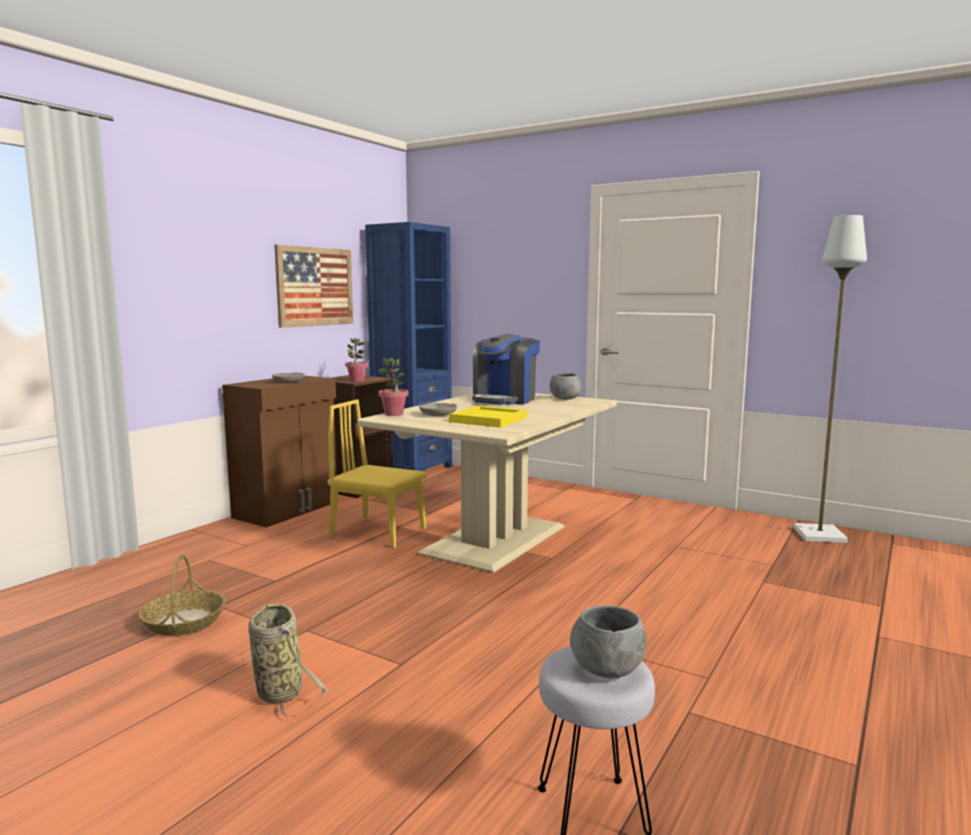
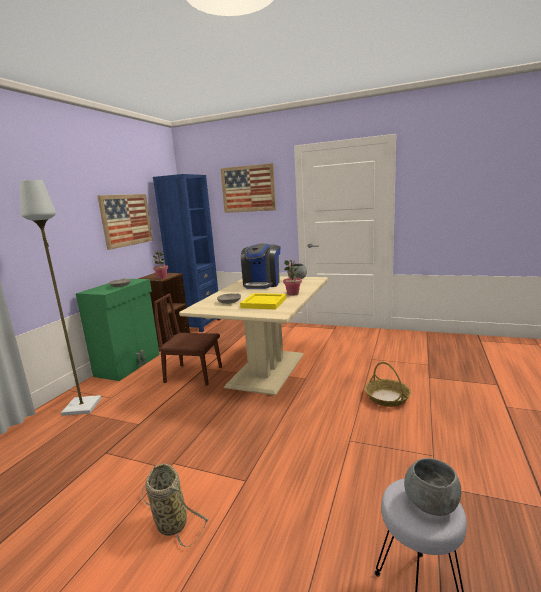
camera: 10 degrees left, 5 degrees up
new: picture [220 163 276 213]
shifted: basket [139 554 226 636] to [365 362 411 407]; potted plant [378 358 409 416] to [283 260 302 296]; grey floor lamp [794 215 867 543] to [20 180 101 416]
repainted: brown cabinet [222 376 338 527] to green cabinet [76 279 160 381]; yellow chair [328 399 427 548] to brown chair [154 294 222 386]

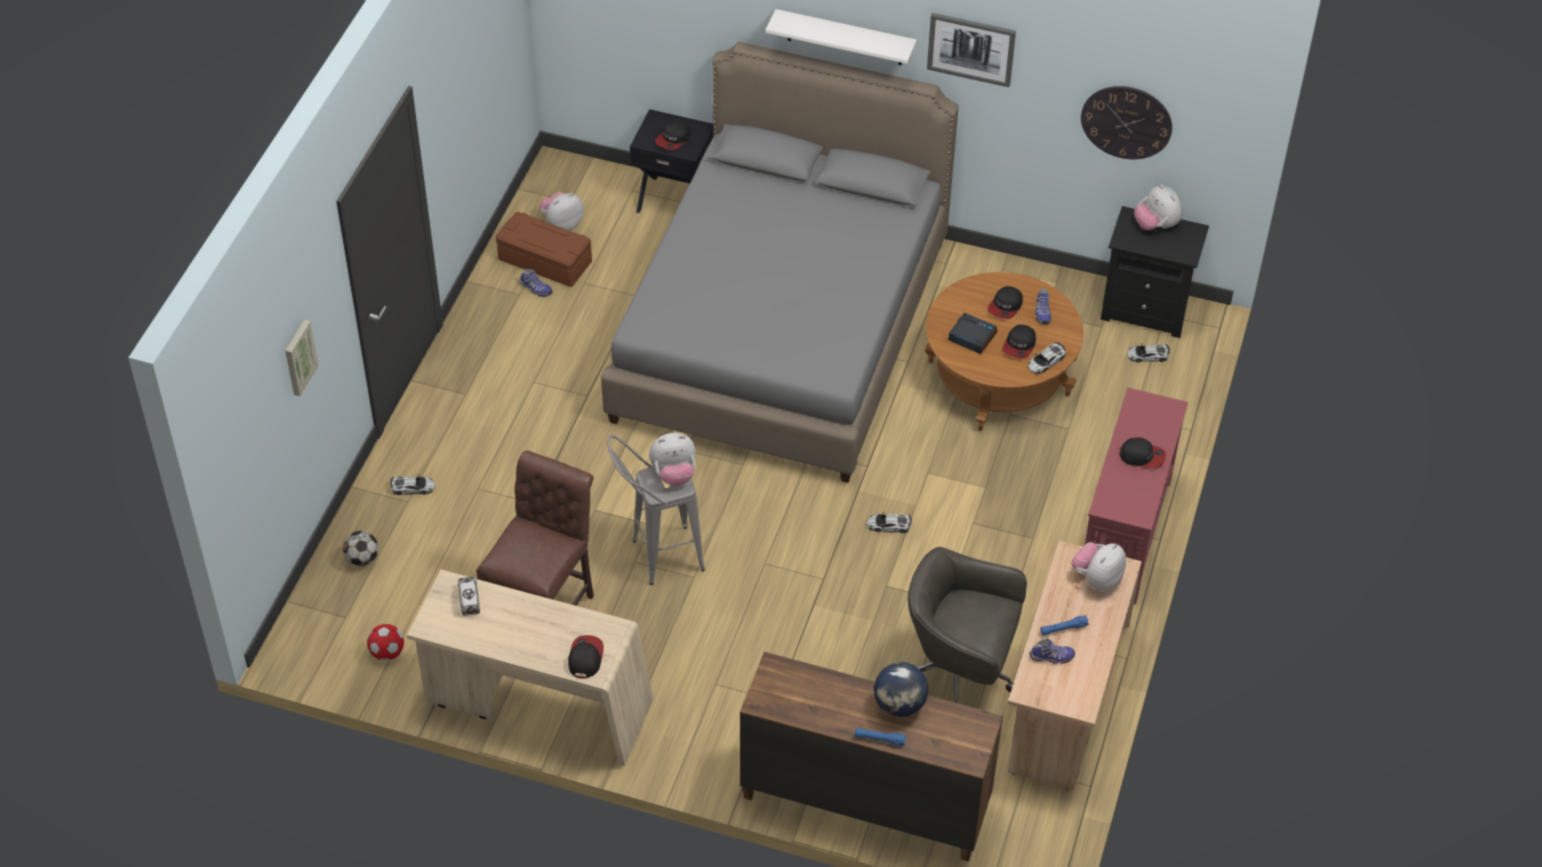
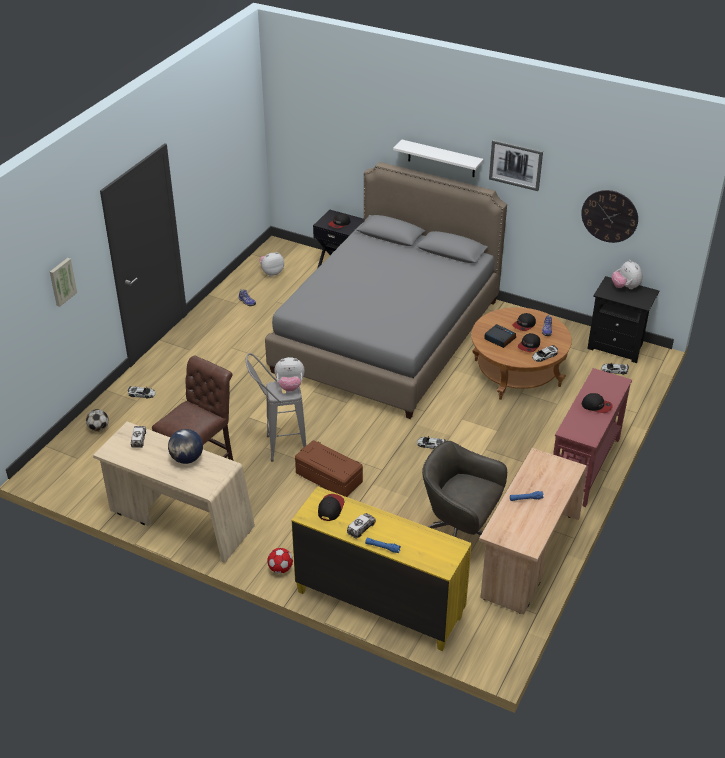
camera: 10 degrees right, 10 degrees down
gone: shoe [1030 638 1075 664]; plush toy [1072 542 1126 591]
new: toy truck [347 513 376 539]
shifted: football [367 624 404 661] to [267 548 293 574]; brown storage box [496 212 592 287] to [295 440 363 497]; cap [568 635 604 678] to [318 494 344 521]; globe [874 662 928 717] to [168 429 203 464]
repainted: brown dresser [740 652 1003 861] to yellow dresser [291 486 472 651]

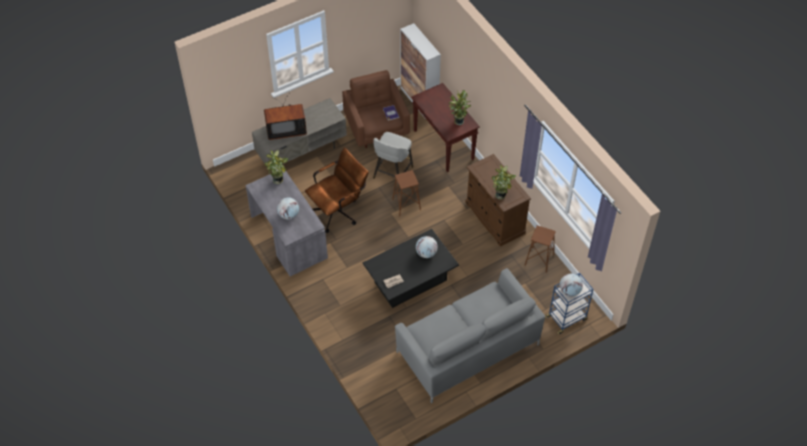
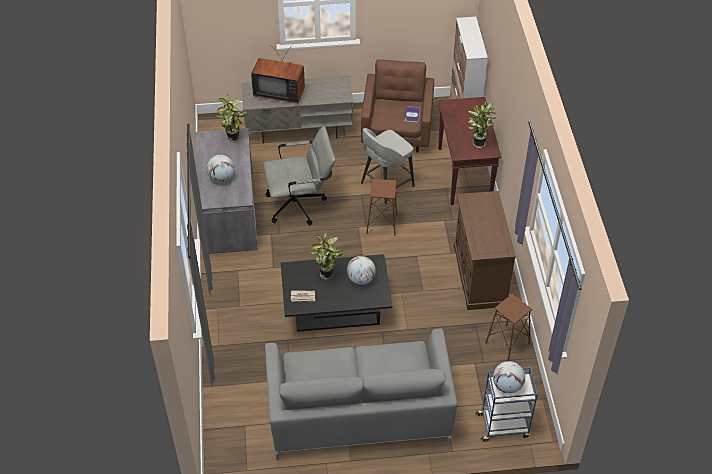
camera: 25 degrees right, 5 degrees down
shifted: potted plant [491 165 516 199] to [310 232 343 280]
repainted: brown office chair [305 148 369 233] to grey office chair [263 126 336 225]

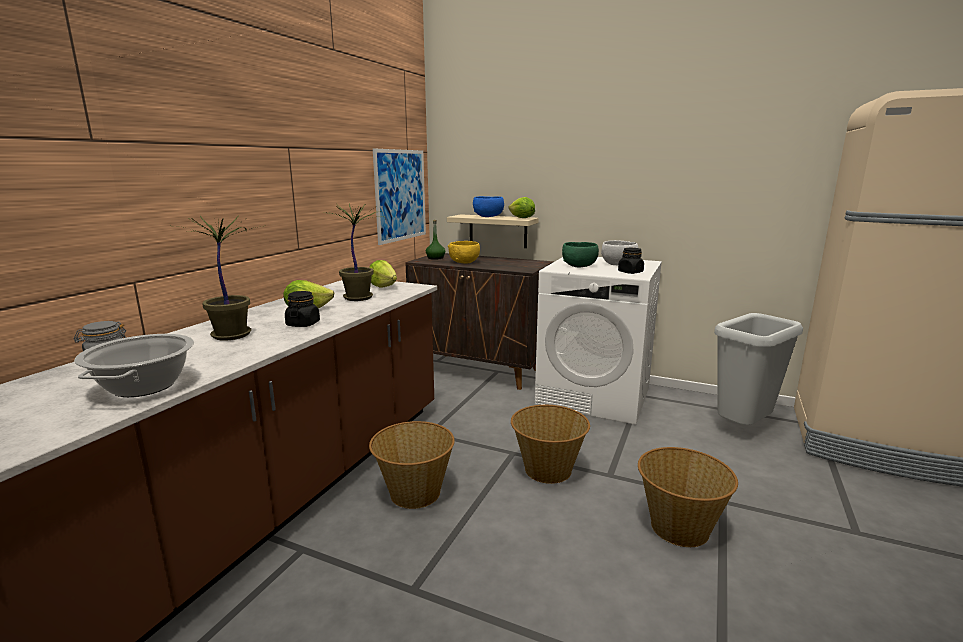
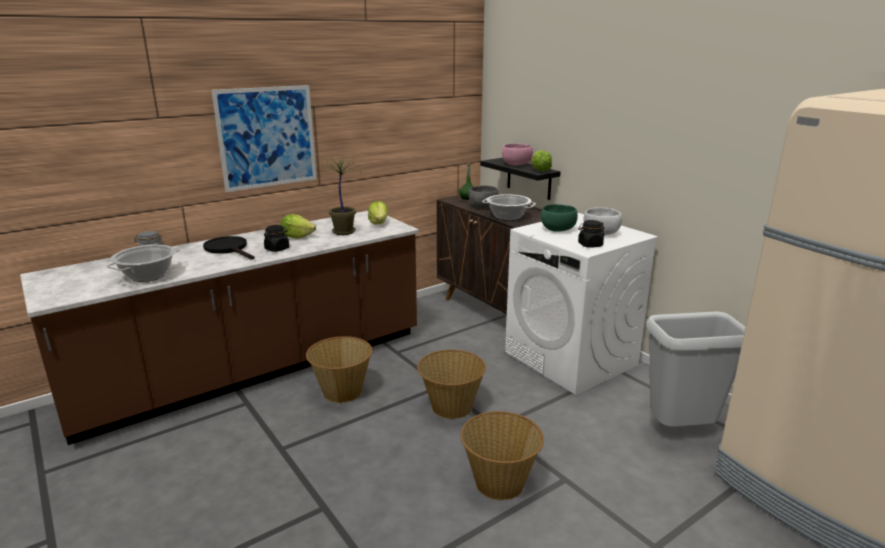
camera: 30 degrees right, 5 degrees up
new: cooking pot [482 194 536 221]
shifted: picture [373 149 426 245] to [212 85 317 192]
swapped: potted plant [174 216 256 341] to black frying pan [203 236 255 260]
repainted: beige shelf [447 214 539 248] to black shelf [480 158 561 200]; yellow bowl [448 241 480 264] to grey bowl [469 186 498 209]; blue bowl [473 196 504 217] to pink bowl [502 143 533 165]

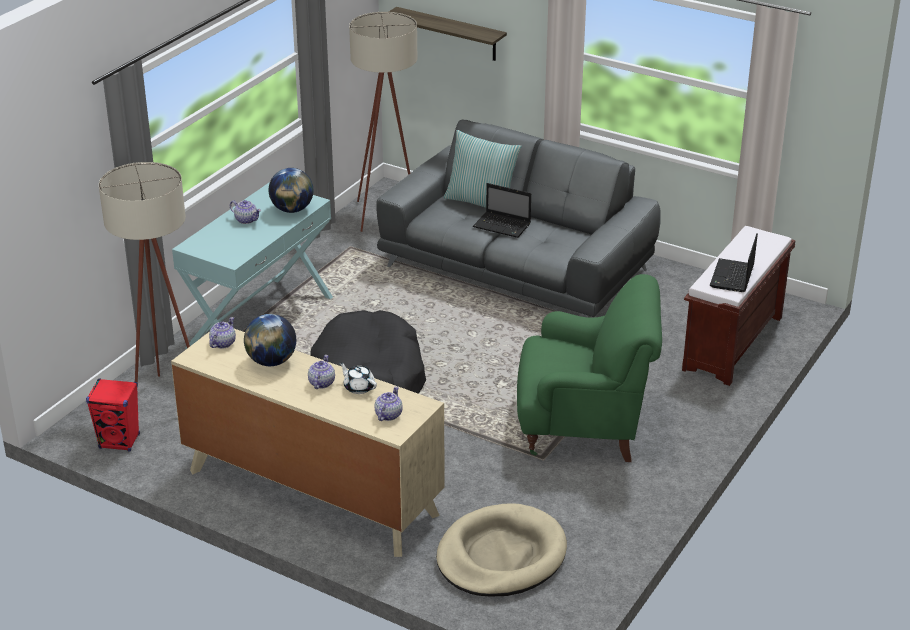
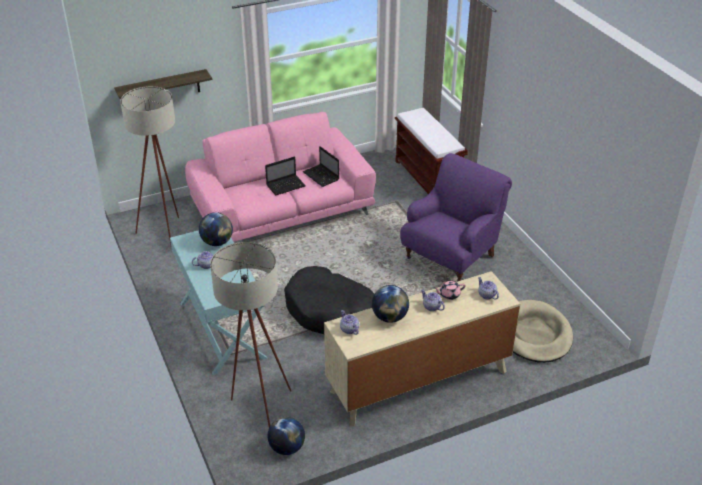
camera: 55 degrees left, 5 degrees up
gone: pillow [444 130 521 208]
shifted: laptop [710 233 758 292] to [303 146 339 187]
swapped: red speaker [86 378 140 452] to globe [268 417 305 455]
repainted: white teapot [339 362 377 394] to pink teapot [434 280 466 300]; grey sofa [376 120 661 318] to pink sofa [185 112 376 242]; green armchair [517 274 662 462] to purple armchair [400 153 512 281]

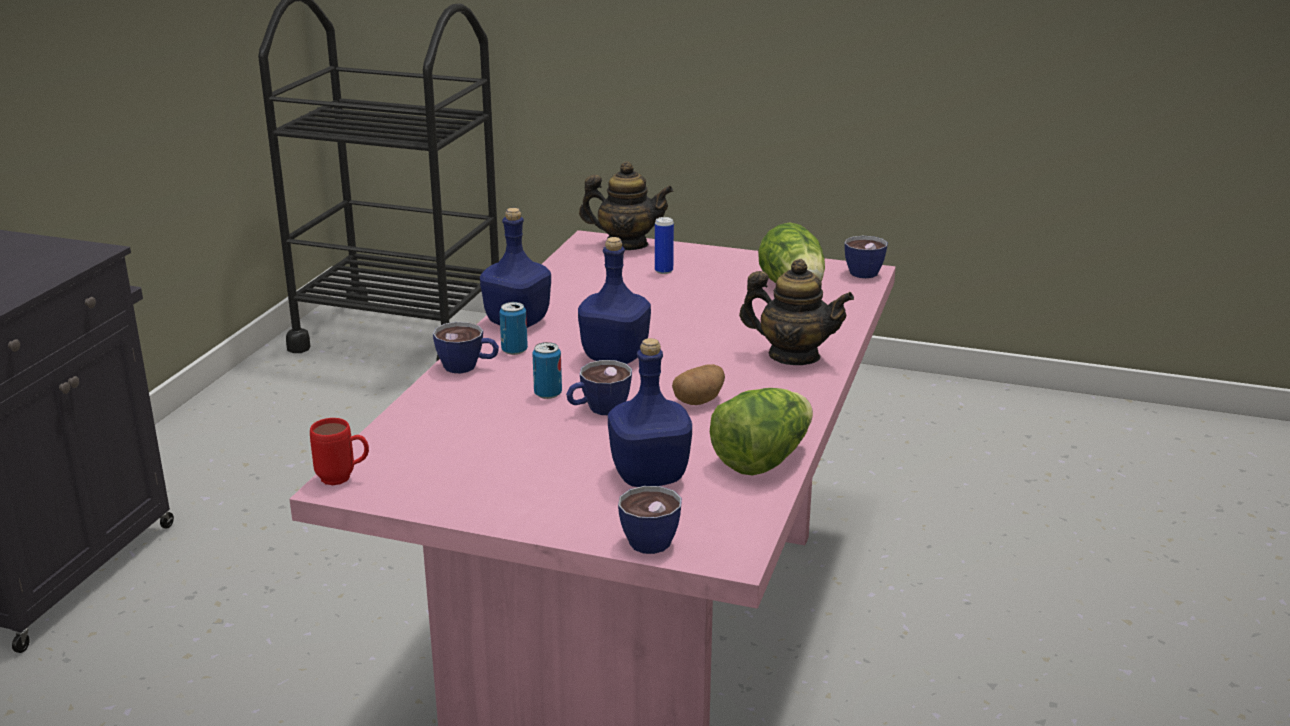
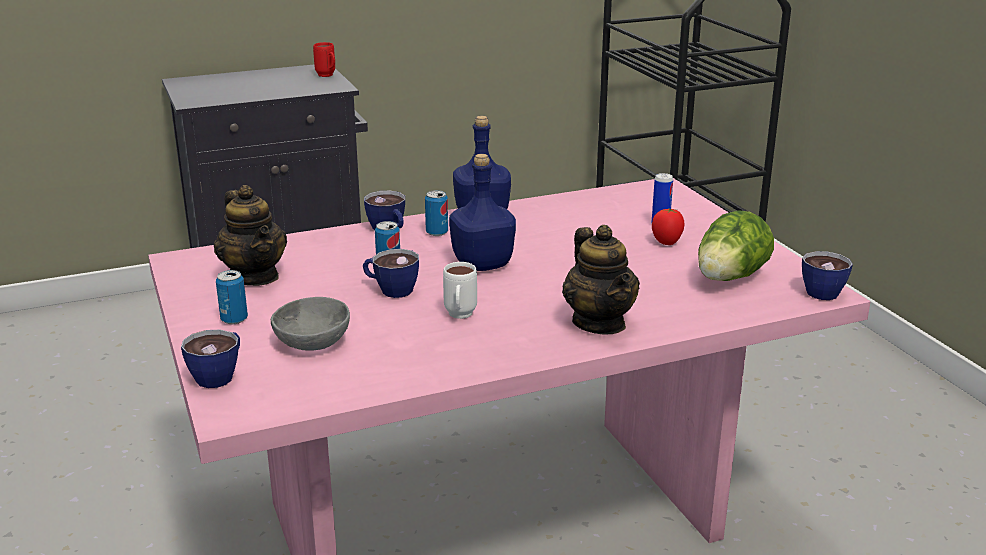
camera: 50 degrees right, 0 degrees up
gone: lettuce [710 388 813 476]
new: can [216 270 248 324]; tomato [652 208 685 245]
shifted: red mug [310 418 369 485] to [313 42 335 77]; teapot [579 162 673 250] to [214 185 287 286]
swapped: blue bottle [608 338 692 487] to grey bowl [271 297 350 351]; potato [672 364 725 405] to white mug [443 262 477 319]

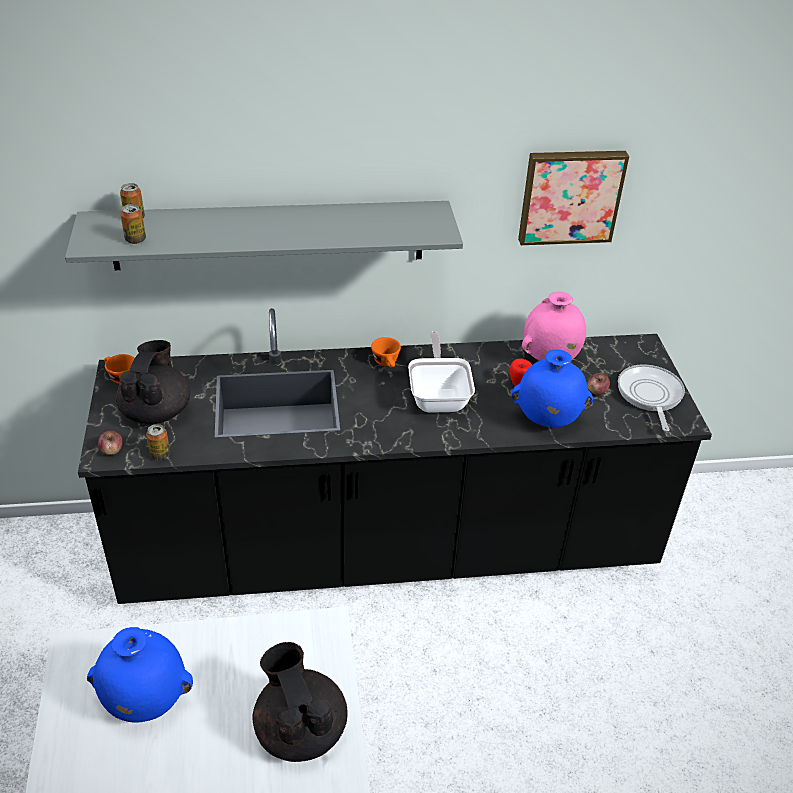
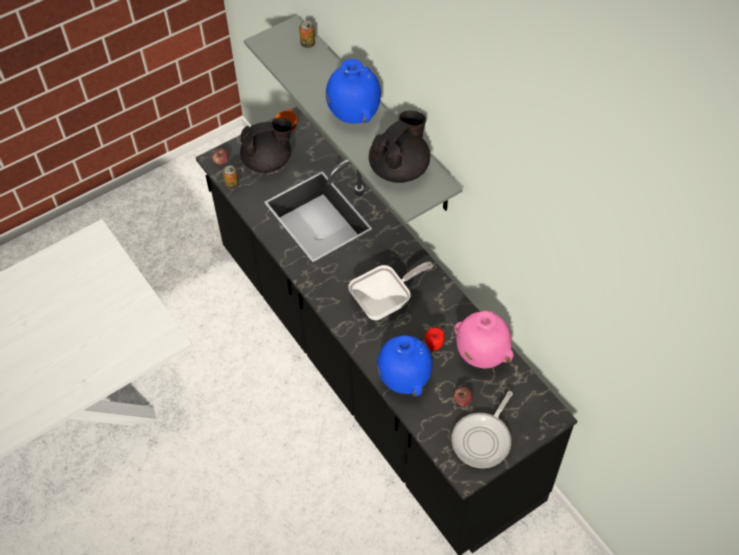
camera: 65 degrees right, 15 degrees up
gone: can [120 204 146 244]; orange cup [371 337 401 367]; picture [518 151 629 245]
shifted: blue vase [87 627 193 723] to [326 59 381 123]; black teapot [252 642 348 762] to [369 111 430 183]
rotated: frying pan [618 364 685 432] = [451 391 513 468] 150 degrees clockwise

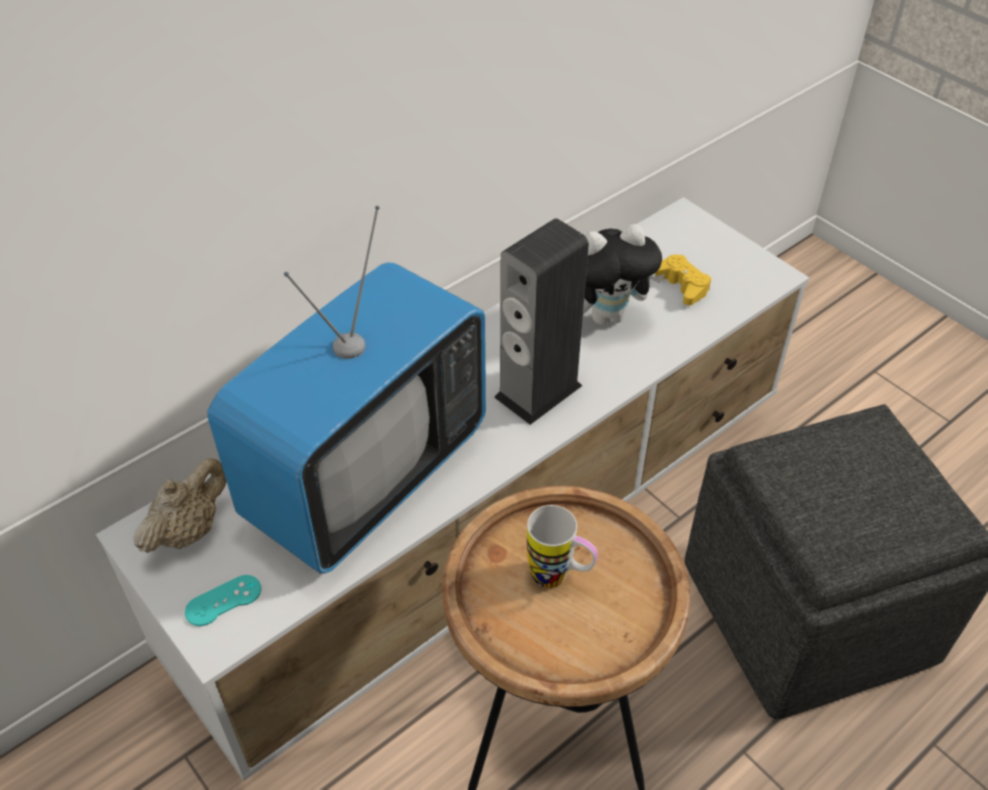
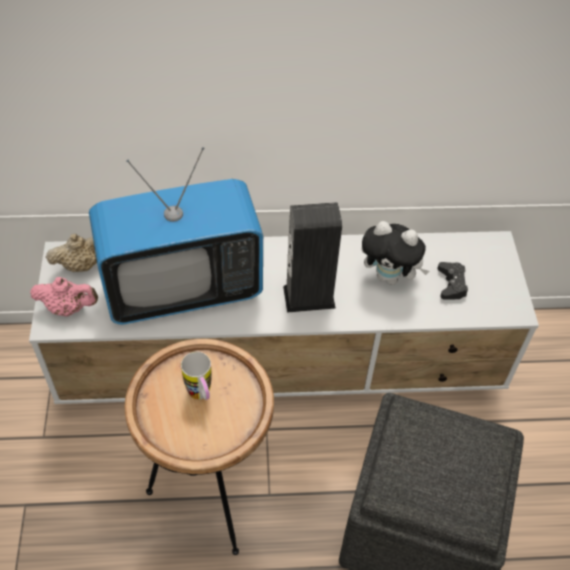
camera: 35 degrees right, 5 degrees up
swapped: turquoise game controller [185 575 261 626] to pink teapot [30 277 98 317]
repainted: yellow game controller [655 255 711 305] to black game controller [438 262 468 300]

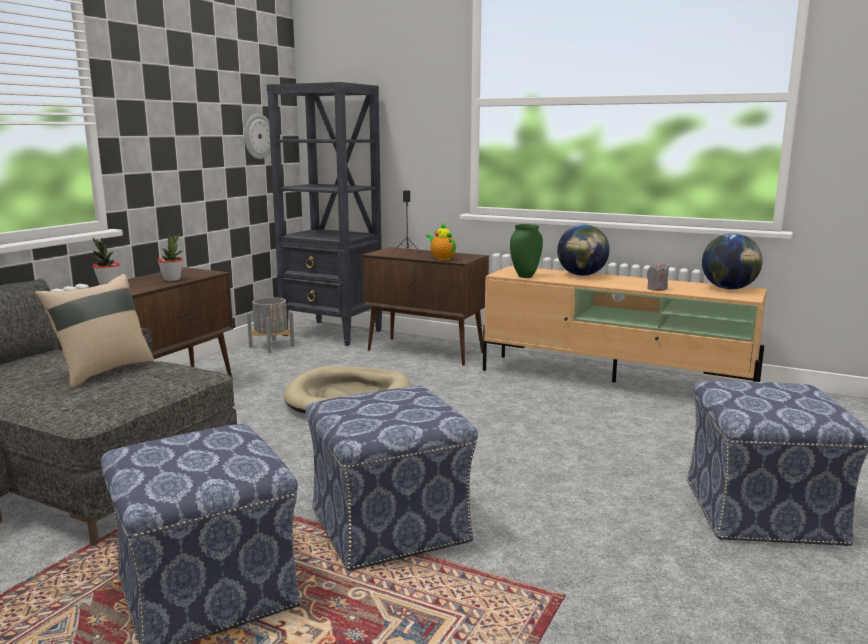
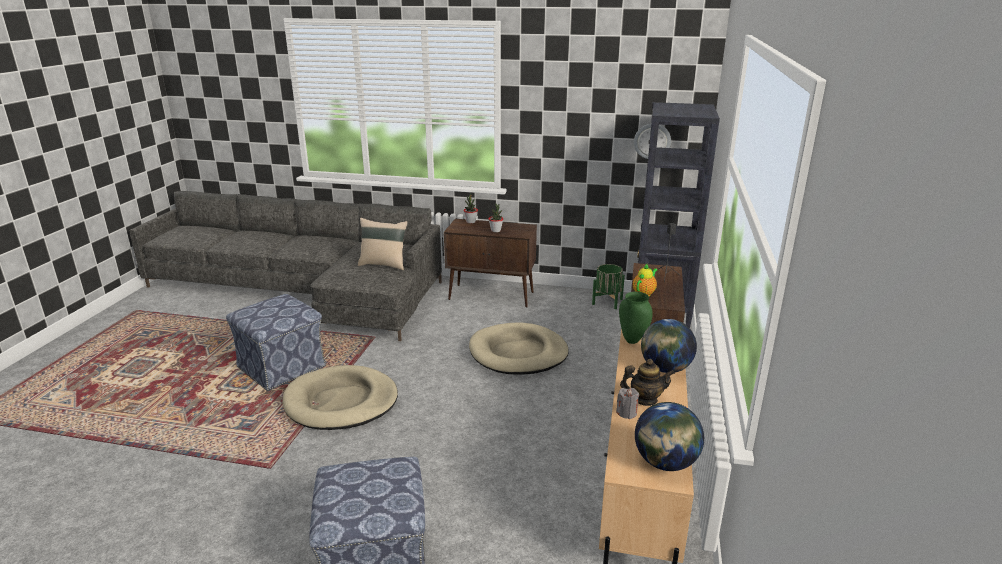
camera: 75 degrees right, 10 degrees up
new: teapot [620 359 675 406]
swapped: ottoman [305 386 478 571] to beige dog bed [283 365 398 430]
repainted: grey planter [247 297 294 353] to green planter [592 264 625 309]

